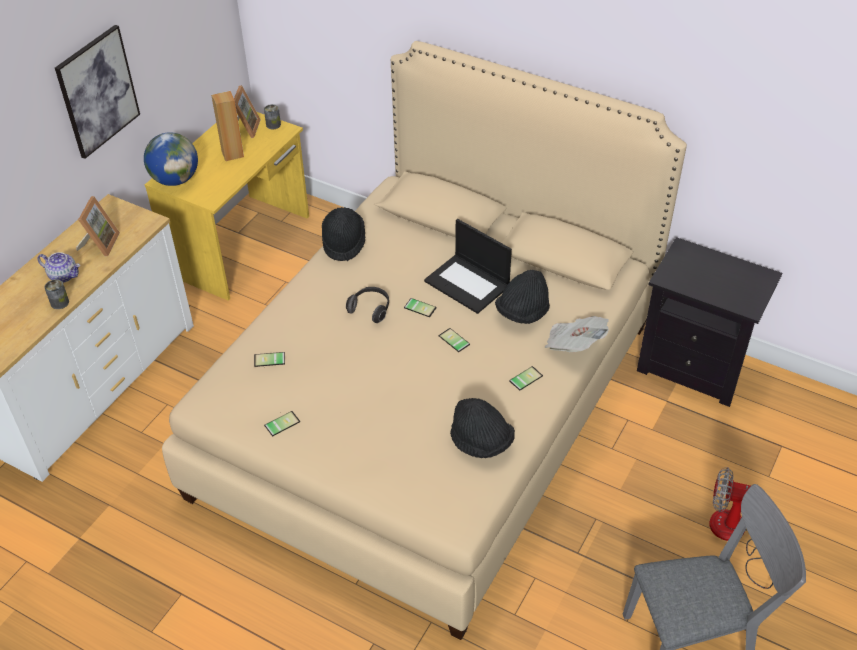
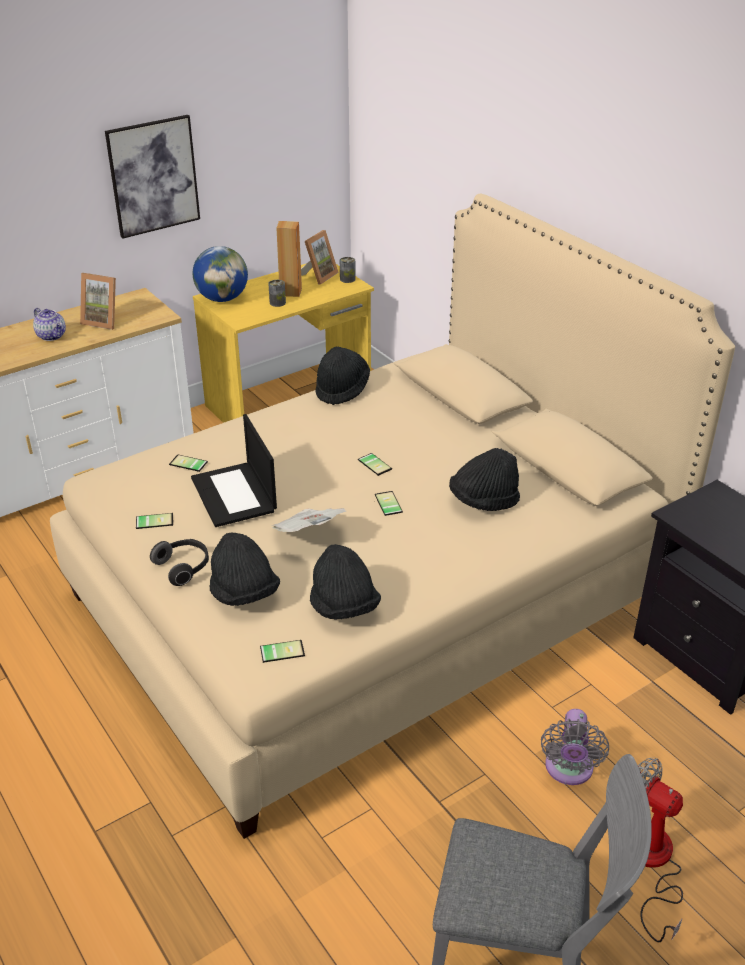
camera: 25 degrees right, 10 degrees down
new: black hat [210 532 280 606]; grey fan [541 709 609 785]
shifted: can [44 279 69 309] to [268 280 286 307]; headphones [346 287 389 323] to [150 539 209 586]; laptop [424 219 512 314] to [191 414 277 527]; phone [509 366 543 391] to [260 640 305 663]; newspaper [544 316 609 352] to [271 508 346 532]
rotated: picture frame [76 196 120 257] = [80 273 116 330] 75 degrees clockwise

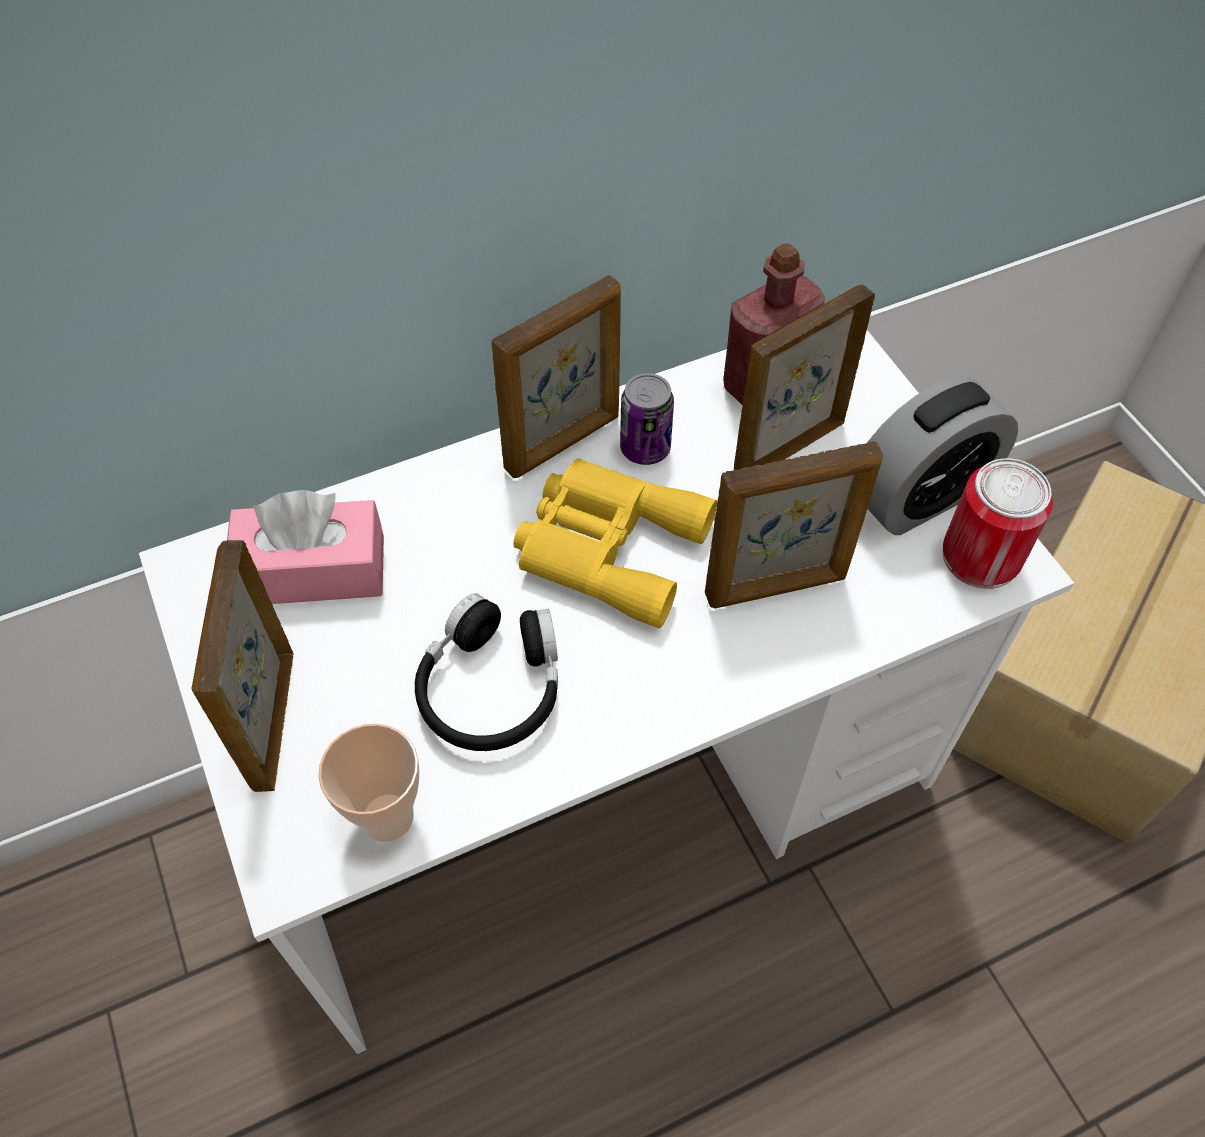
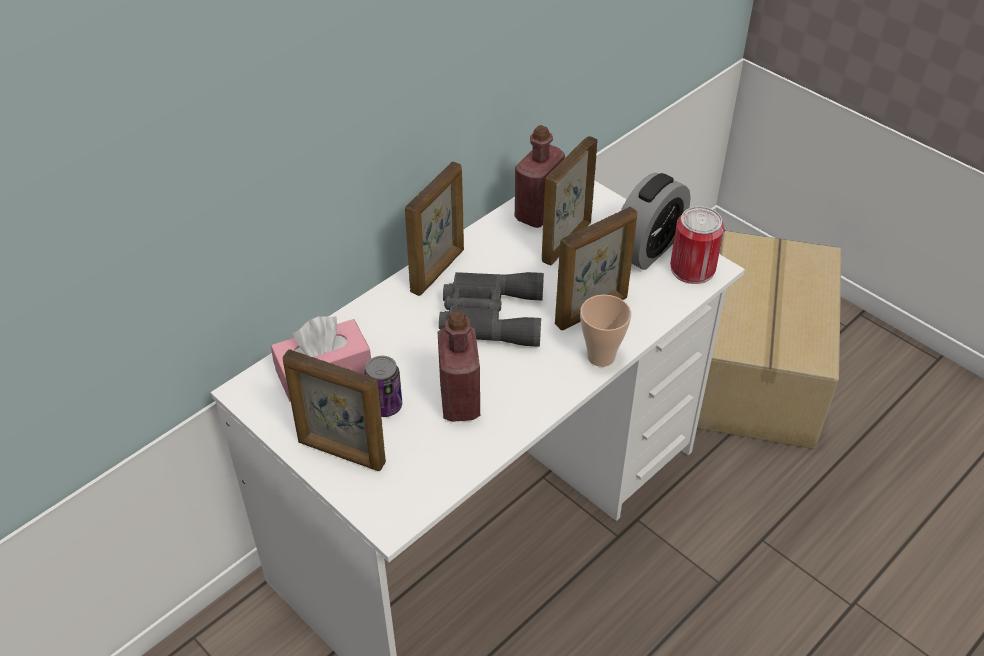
camera: 20 degrees left, 10 degrees down
shifted: cup [318 724 419 842] to [580 295 631 367]; can [620 373 674 465] to [364 356 402 417]
swapped: black headphones [415 593 558 751] to red bottle [438 312 480 422]
repainted: yellow binoculars [514 458 717 628] to grey binoculars [439 272 544 347]
rotated: picture frame [191 540 294 792] = [283 349 386 471] 45 degrees counterclockwise

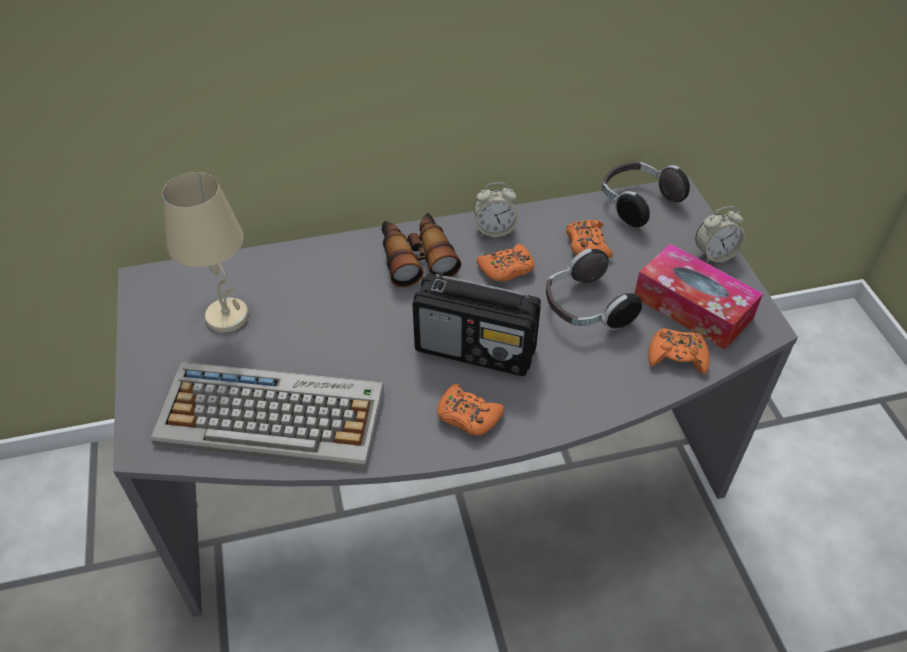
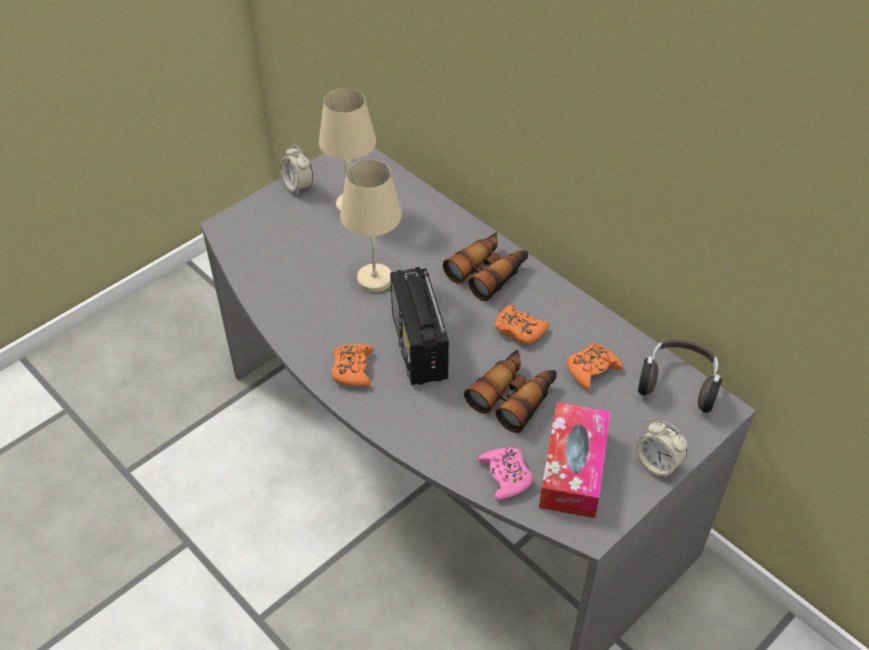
camera: 60 degrees right, 0 degrees up
gone: keyboard [151 362 384 468]
new: beige table lamp [340 159 402 292]
shifted: alarm clock [474 182 518 237] to [280 145 313 195]
swapped: headphones [546 248 642 330] to binoculars [464 350 557 433]
repainted: orange game controller [648 328 709 375] to pink game controller [478 447 533 500]

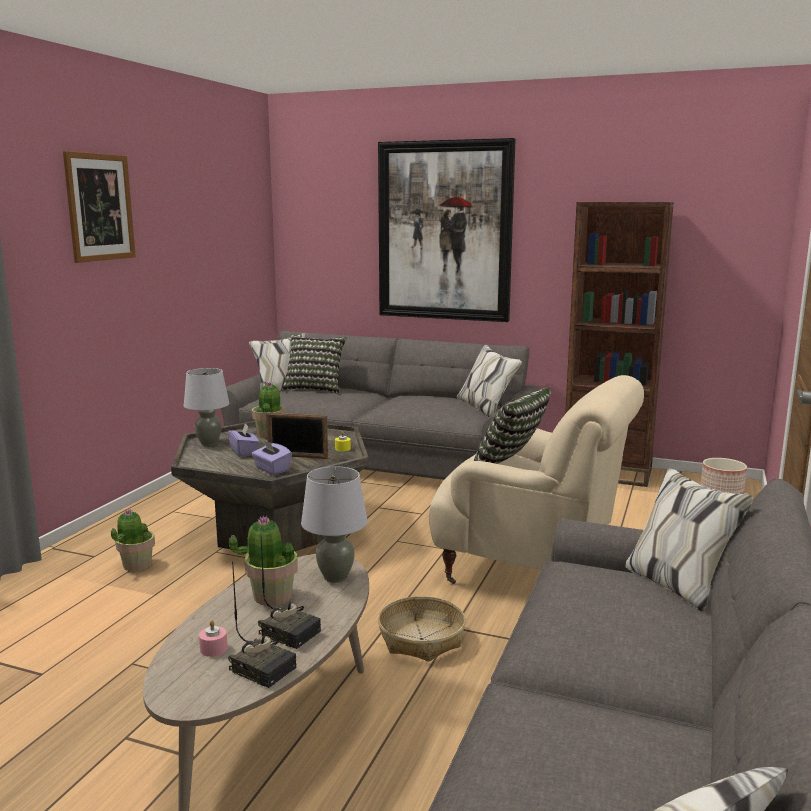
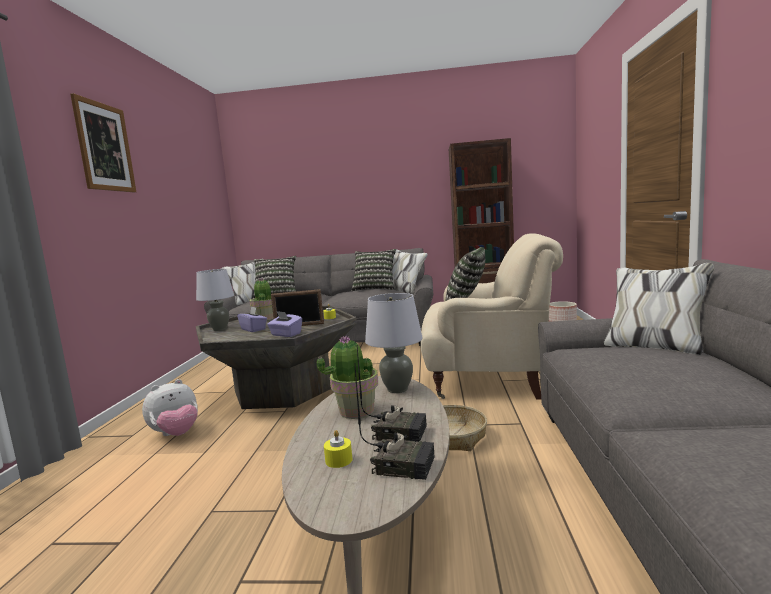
camera: 15 degrees left, 5 degrees down
gone: picture [378 138 516 322]
new: pillow [351 249 396 291]
swapped: potted plant [111 509 155 571] to plush toy [142 379 198 436]
repainted: pink candle [199 620 228 657] to yellow candle [324 430 352 468]

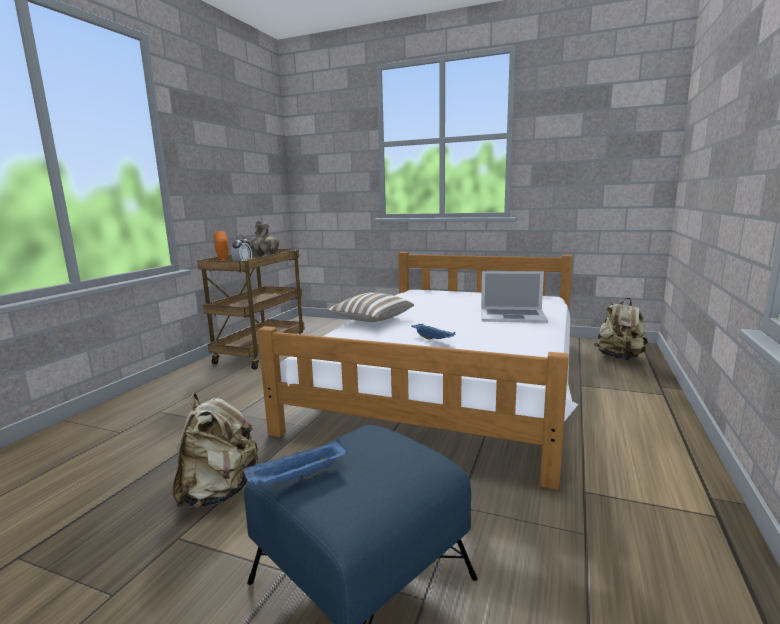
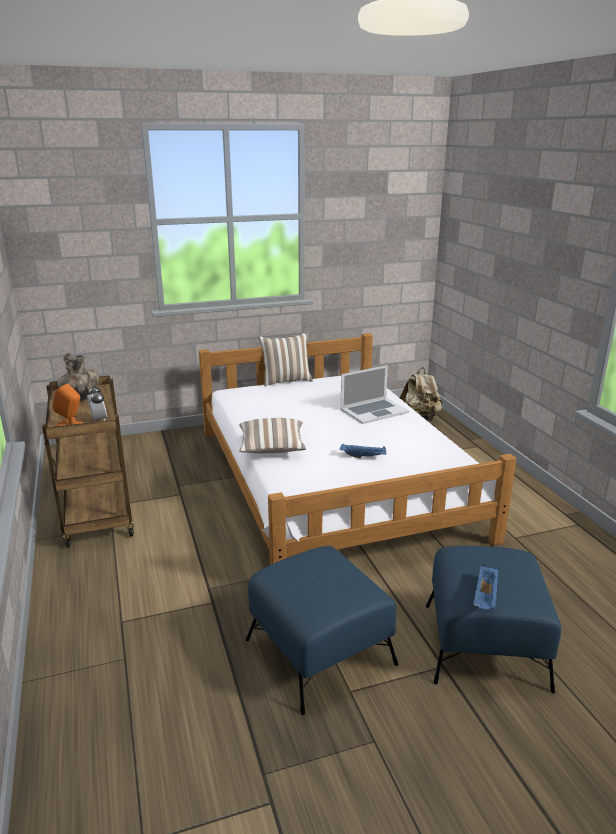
camera: 40 degrees left, 10 degrees up
new: pillow [258 332 313 386]
swapped: beige backpack [173 393 258 510] to blue ottoman [246 546 398 715]

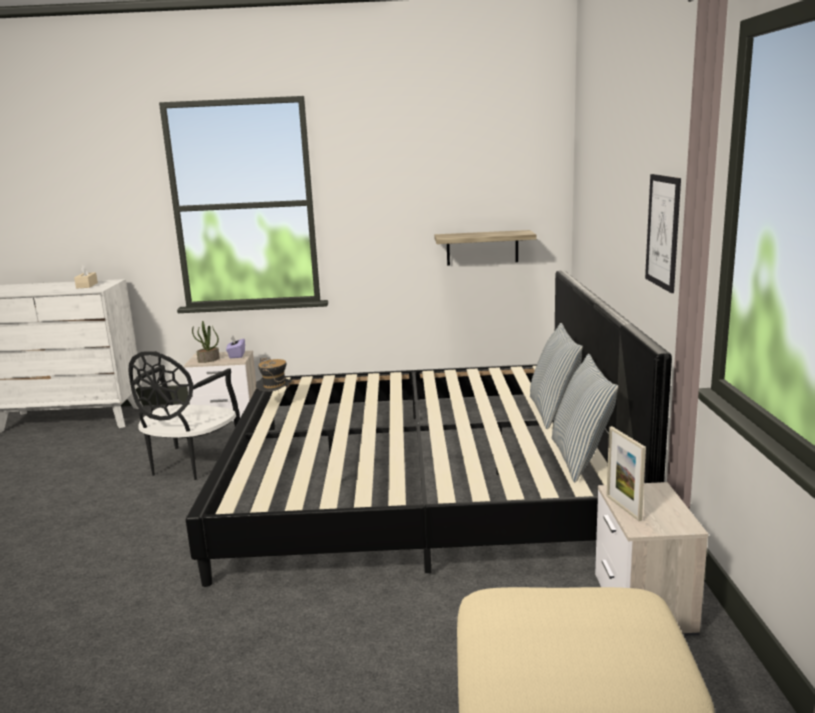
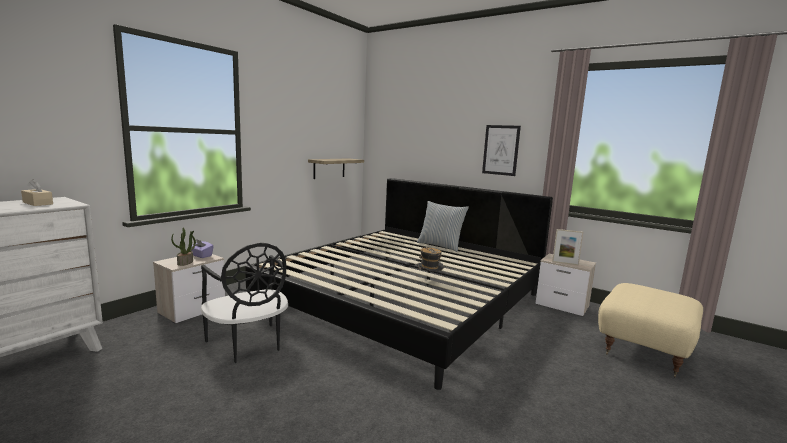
camera: 55 degrees left, 5 degrees down
gone: pillow [552 354 619 483]
shifted: hat [256 357 293 392] to [416 247 444 272]

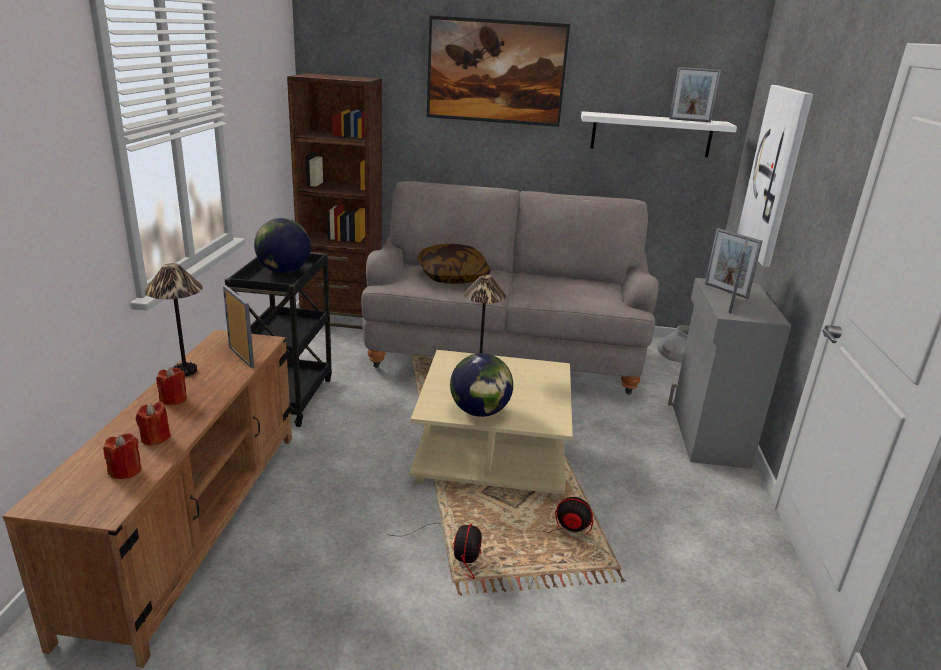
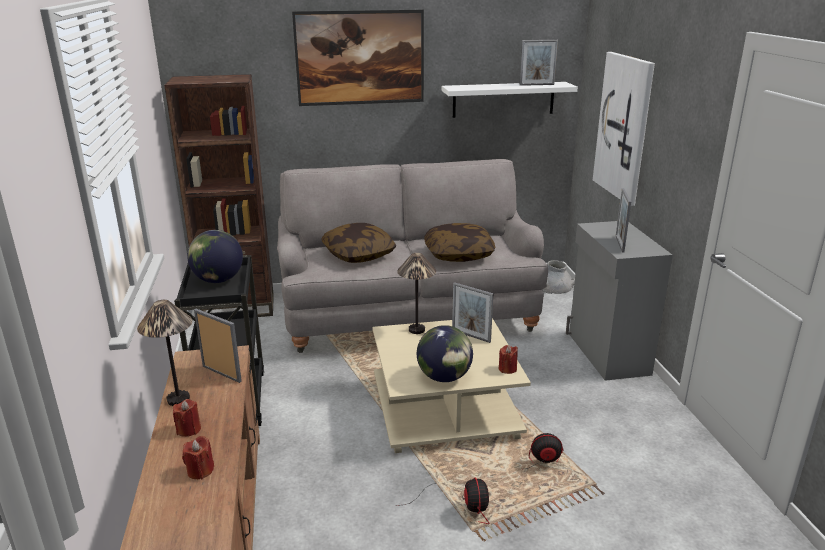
camera: 15 degrees left, 0 degrees up
new: pillow [425 223 495 262]
shifted: red candle [103 433 141 479] to [499 345 518 374]; picture frame [705 228 762 299] to [452 282 493 343]

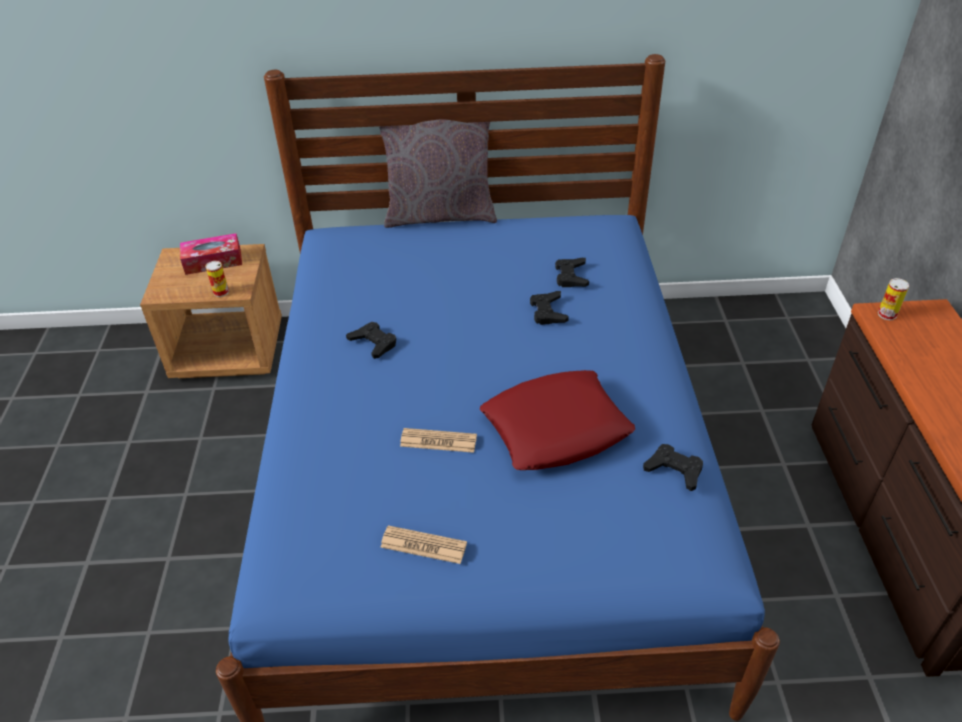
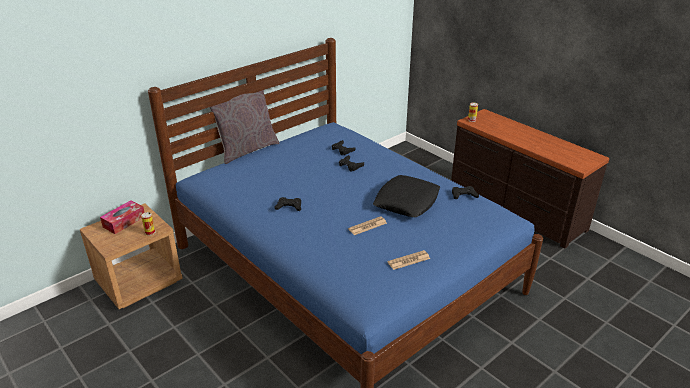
camera: 40 degrees left, 10 degrees down
repainted: red pillow [480 370 635 470] to black pillow [373 175 440 217]

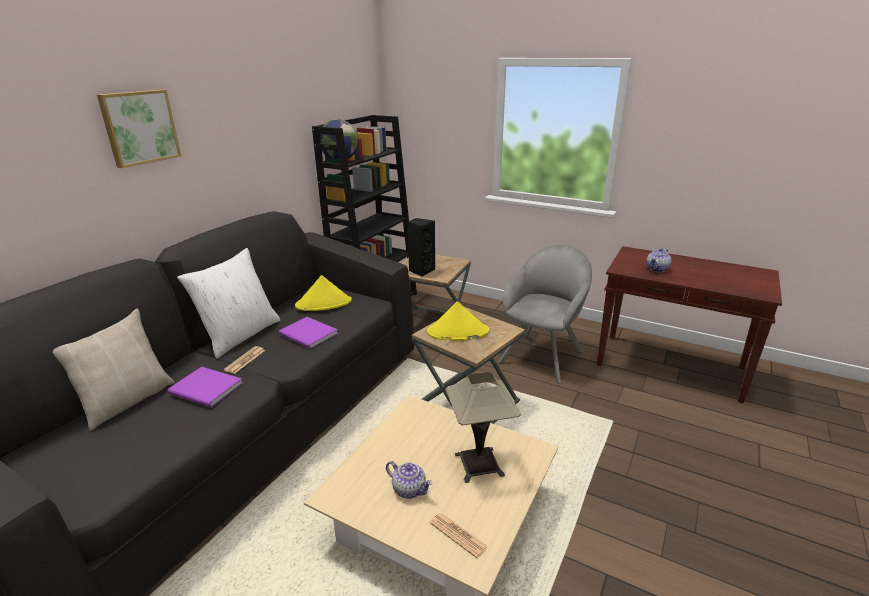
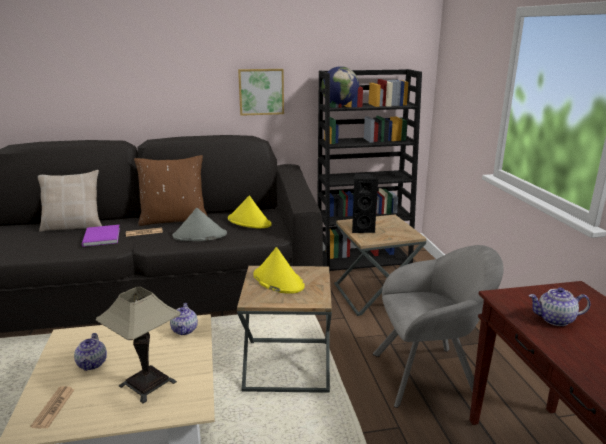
camera: 50 degrees right, 5 degrees down
new: teapot [170 303 198 335]
shifted: picture [97 90 181 168] to [238 69 284 116]
swapped: purple book [278 317 338 349] to grey hat [173 208 227 241]
repainted: white pillow [177 248 280 359] to brown pillow [134 155 207 226]

